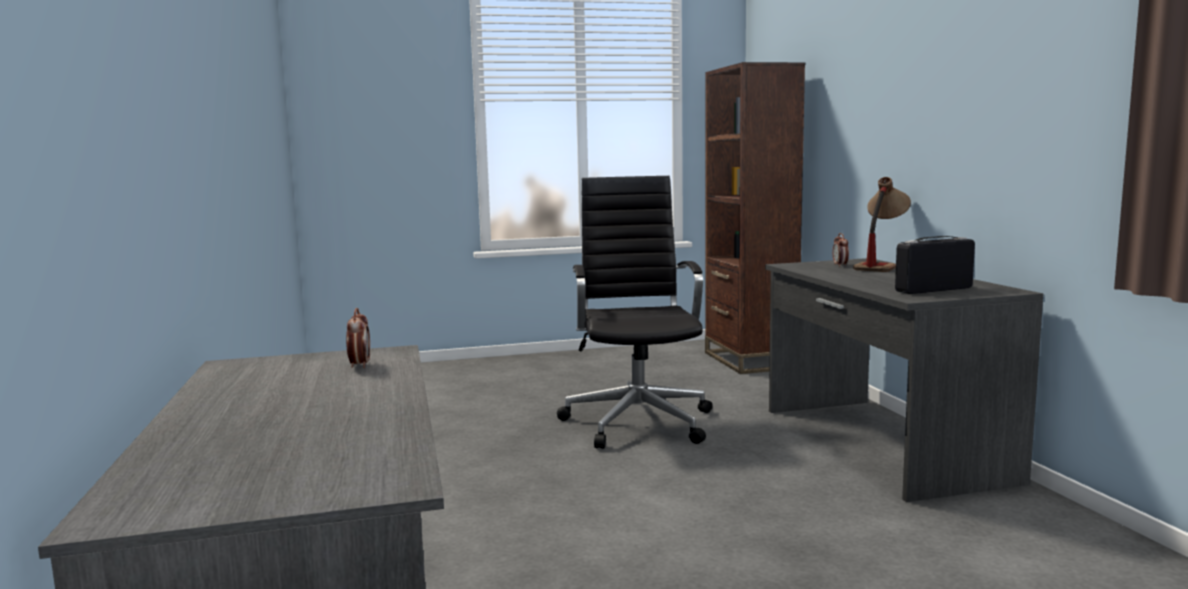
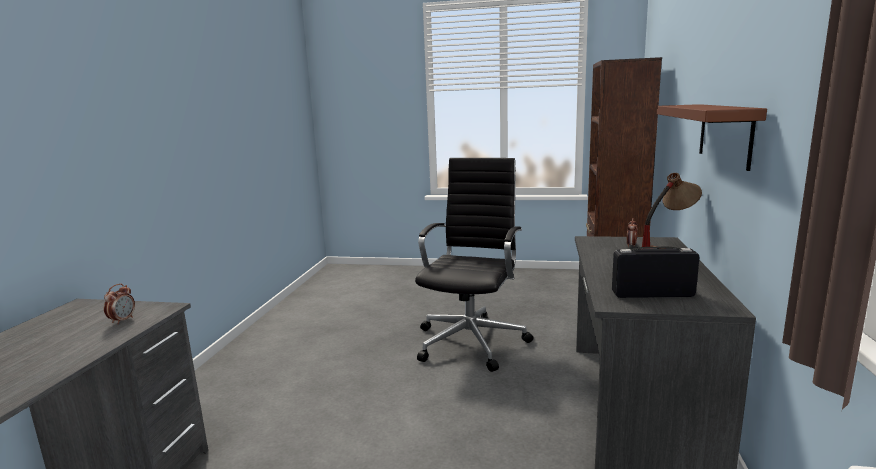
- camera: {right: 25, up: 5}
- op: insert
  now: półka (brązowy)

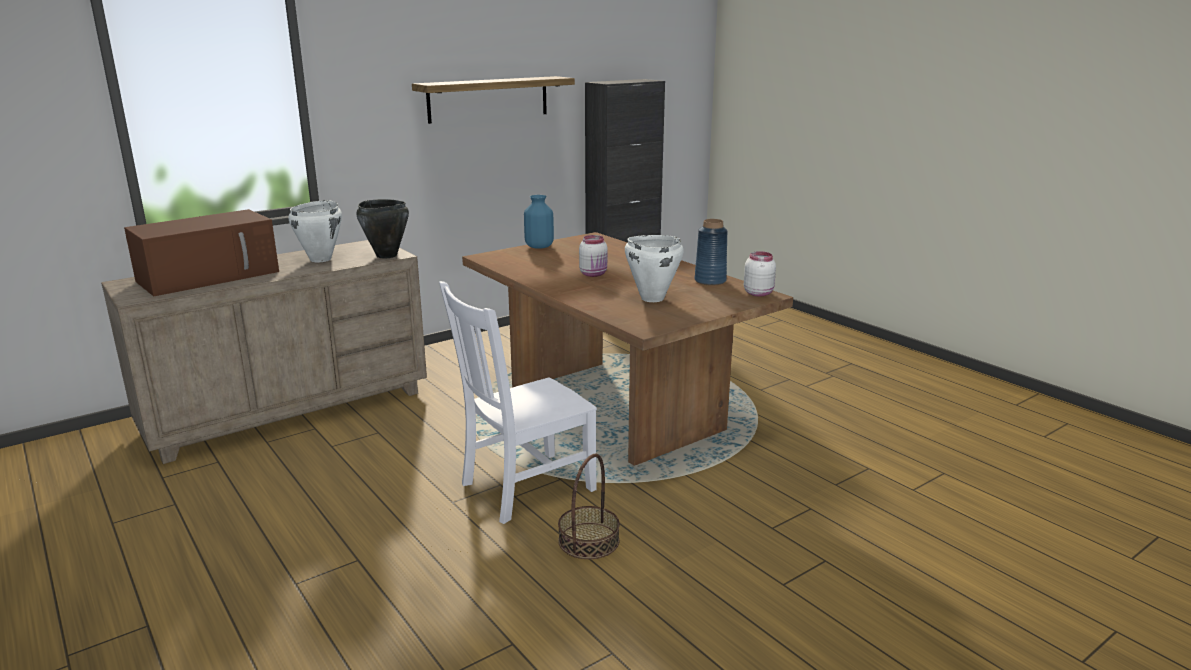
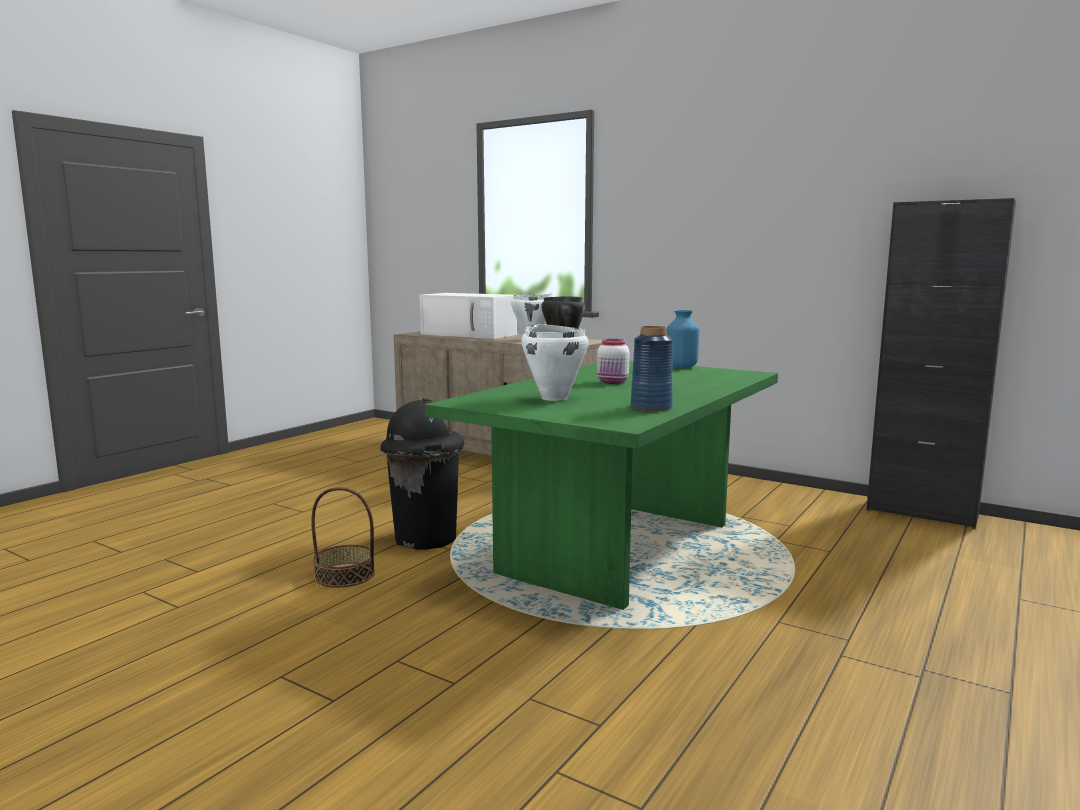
- camera: {right: 70, up: -10}
- op: replace
  was: krzesło (biały)
  now: kosz na śmieci (czarny)
- op: recolor
  was: mikrofalówka (brązowy)
  now: mikrofalówka (biały)
- op: recolor
  was: stół jadalny (brązowy)
  now: stół jadalny (zielony)
- op: delete
  was: półka
- op: delete
  was: słoik (biały) (2nd from left)

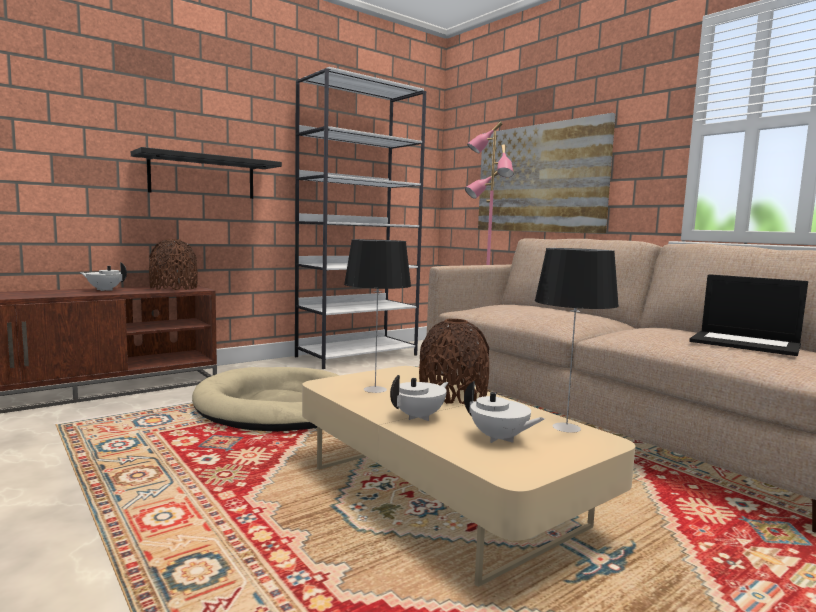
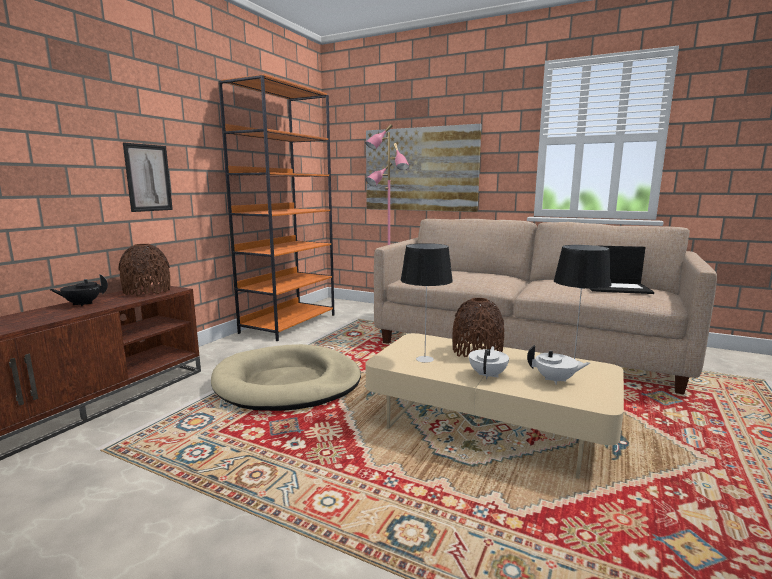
- camera: {right: -25, up: 5}
- op: recolor
  was: imbryk (biały) (1st from left)
  now: imbryk (czarny)
- op: replace
  was: półka (czarny)
  now: obraz (1st from left)
- op: recolor
  was: regał (biały)
  now: regał (pomarańczowy)

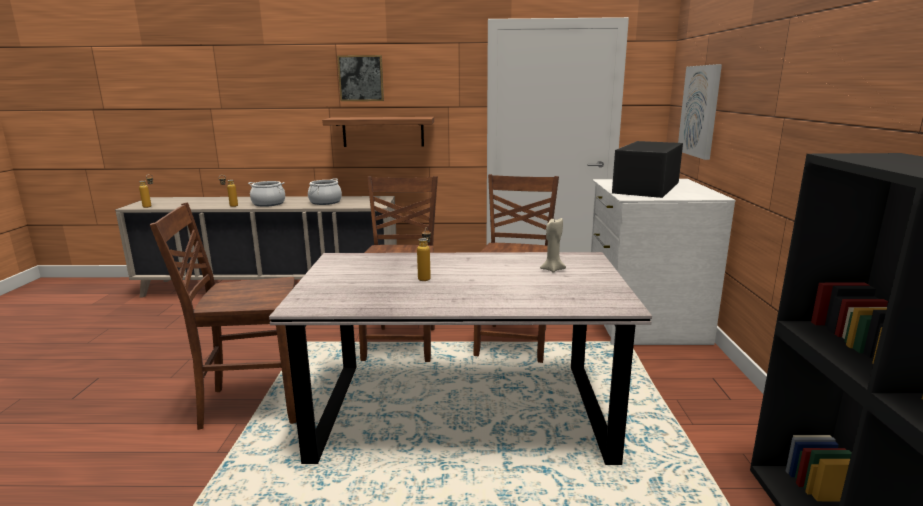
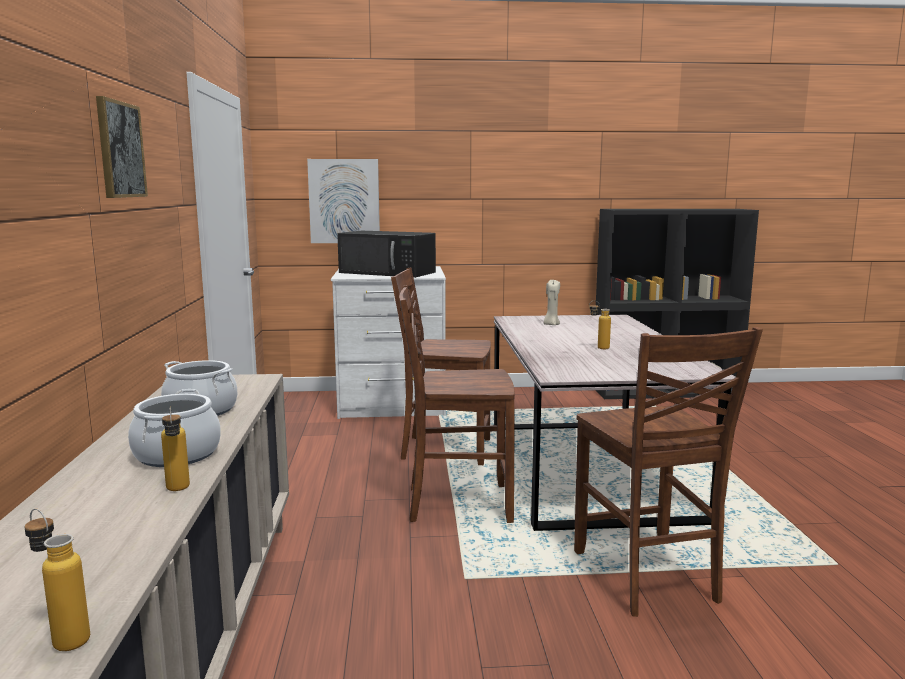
- camera: {right: -95, up: -5}
- op: delete
  was: półka

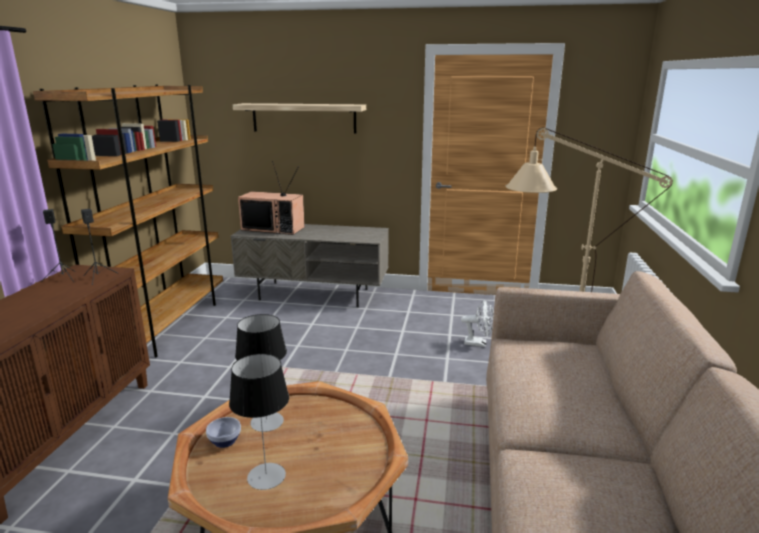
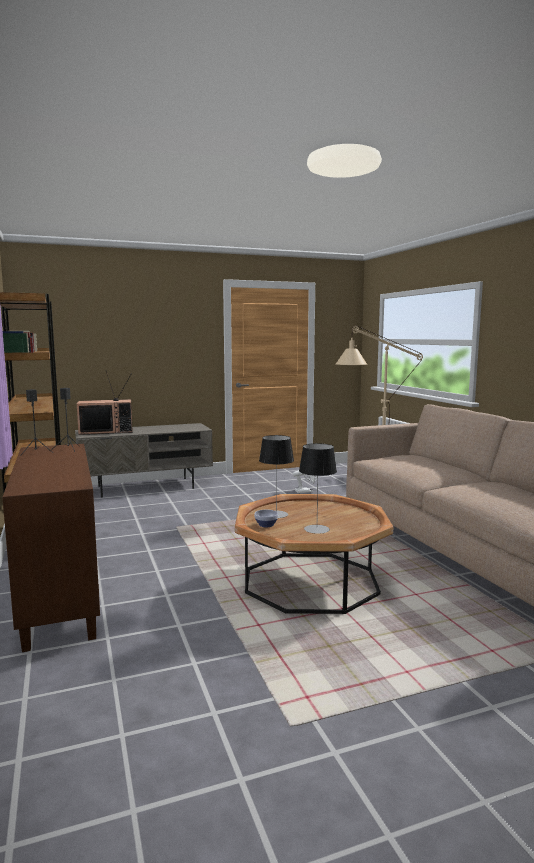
- camera: {right: -30, up: -10}
- op: delete
  was: półka

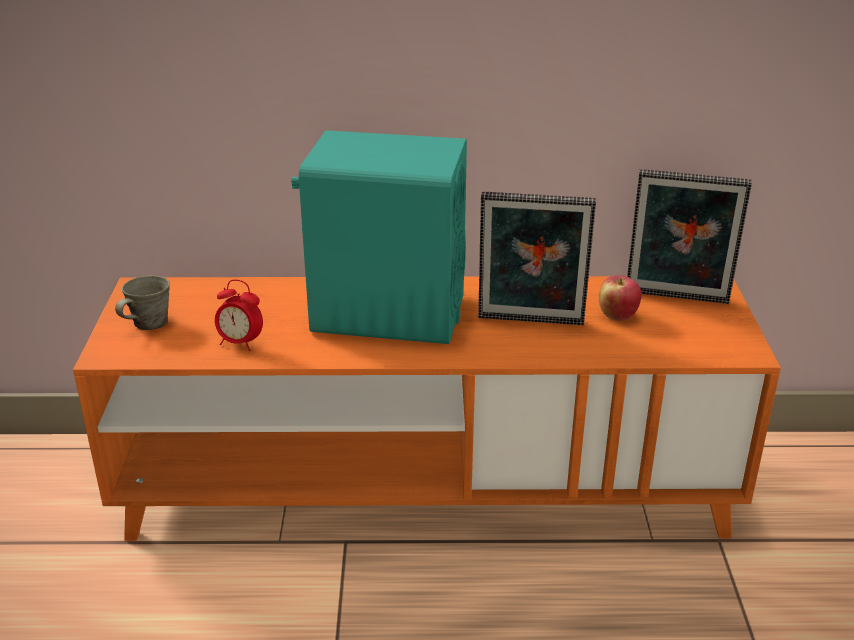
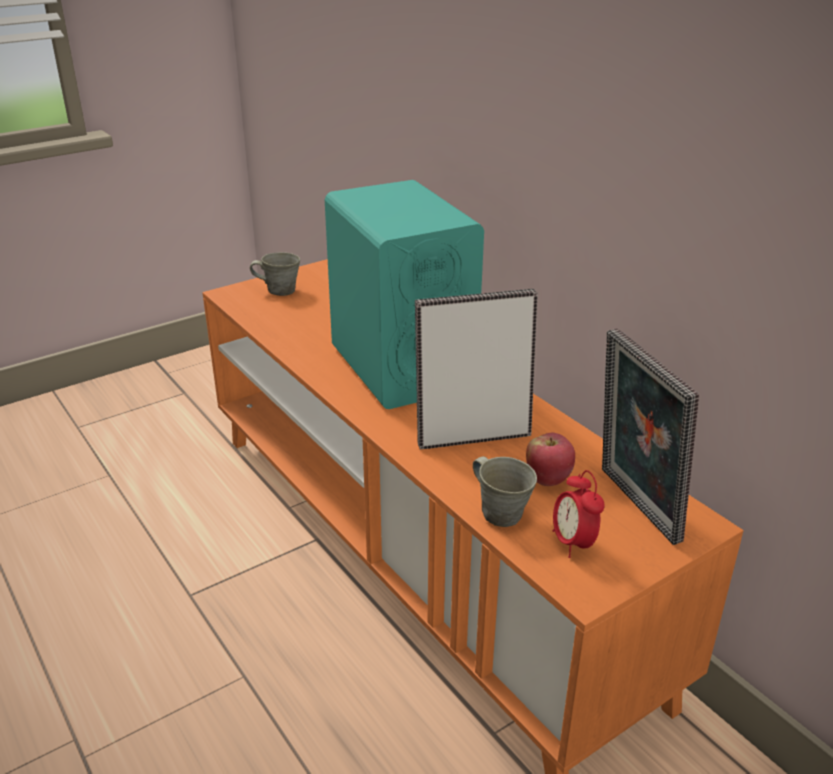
- camera: {right: 55, up: 0}
- op: rotate
  was: ramka na zdjęcie (1st from left)
  clockwise: 105
- op: insert
  now: kubek (szary) (2nd from left)
- op: move
  was: budzik

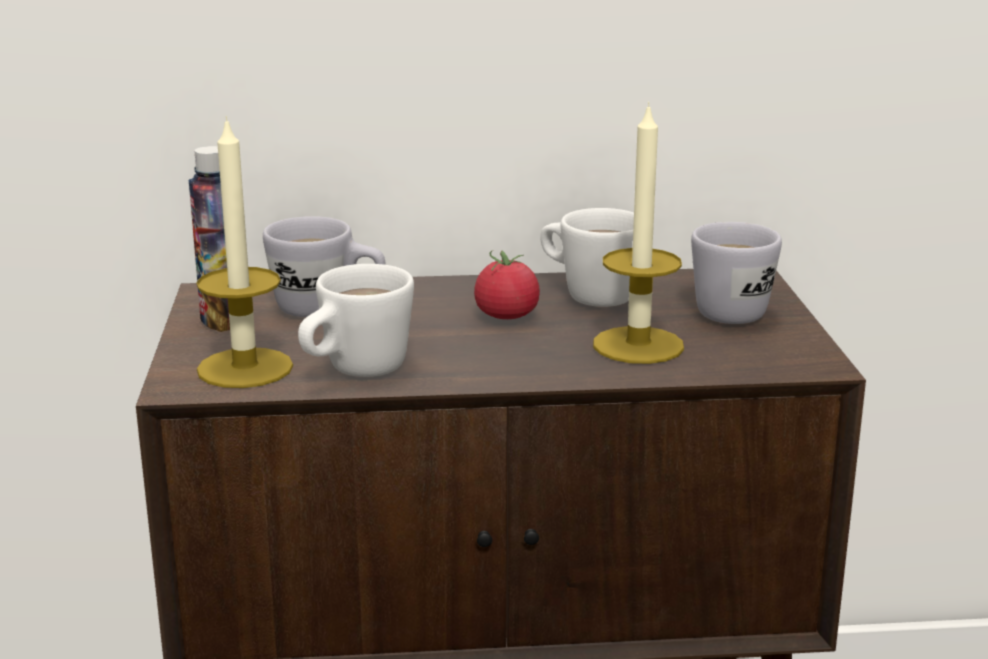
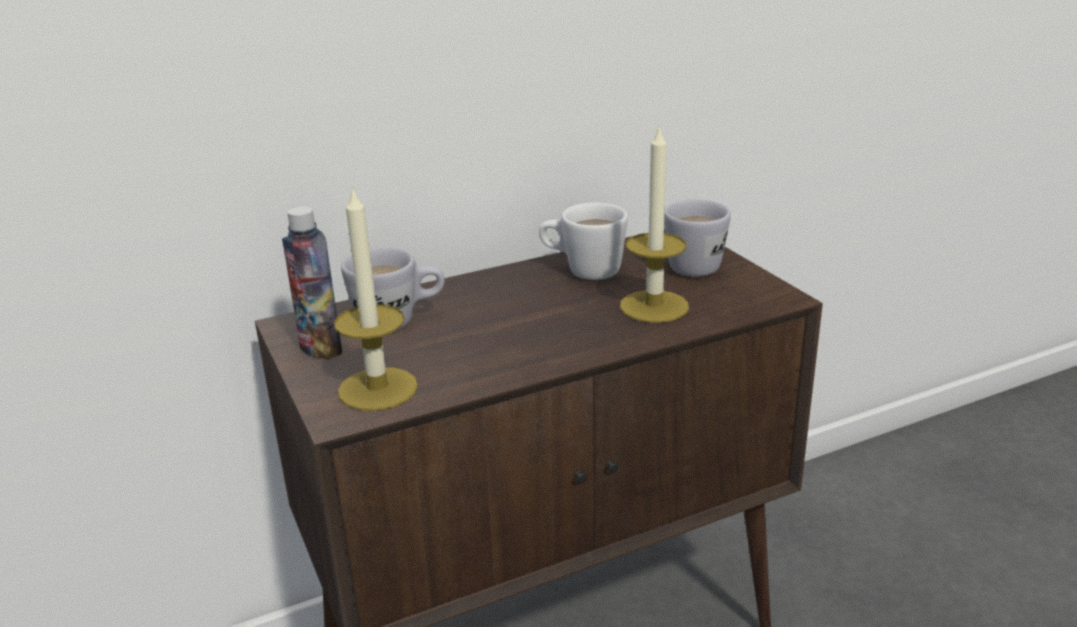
- camera: {right: -20, up: 5}
- op: delete
  was: kubek (biały) (2nd from left)
- op: delete
  was: pomidor

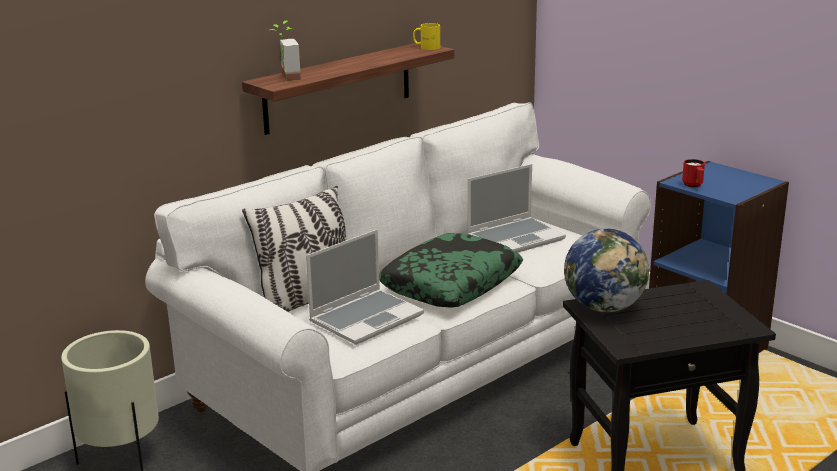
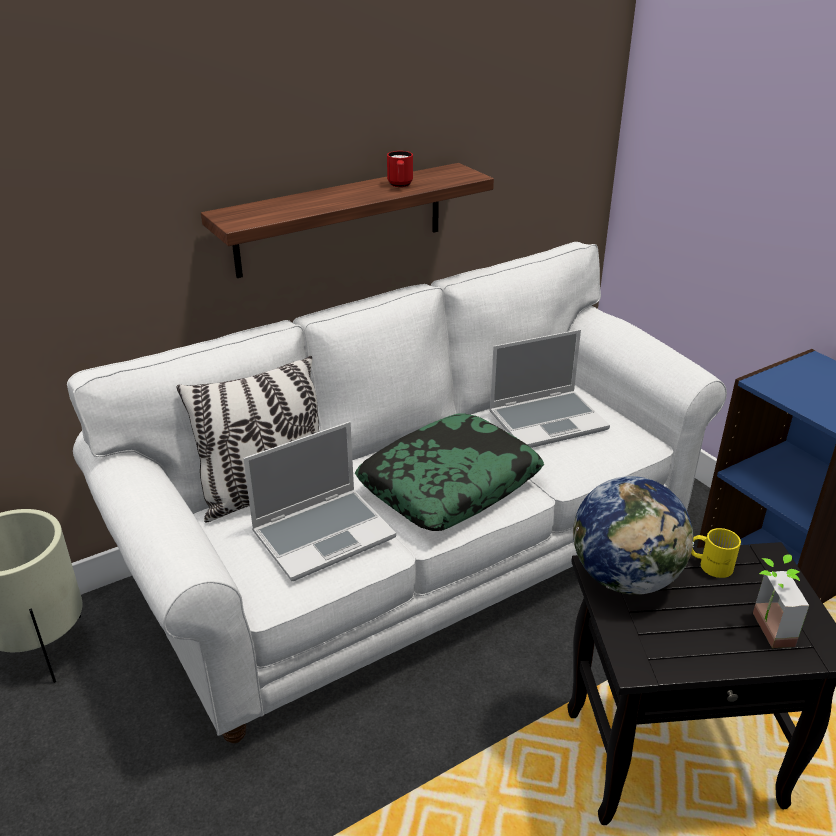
- camera: {right: 10, up: 10}
- op: move
  was: kubek (czerwony)
- op: move
  was: kubek (żółty)
- op: move
  was: roślina doniczkowa

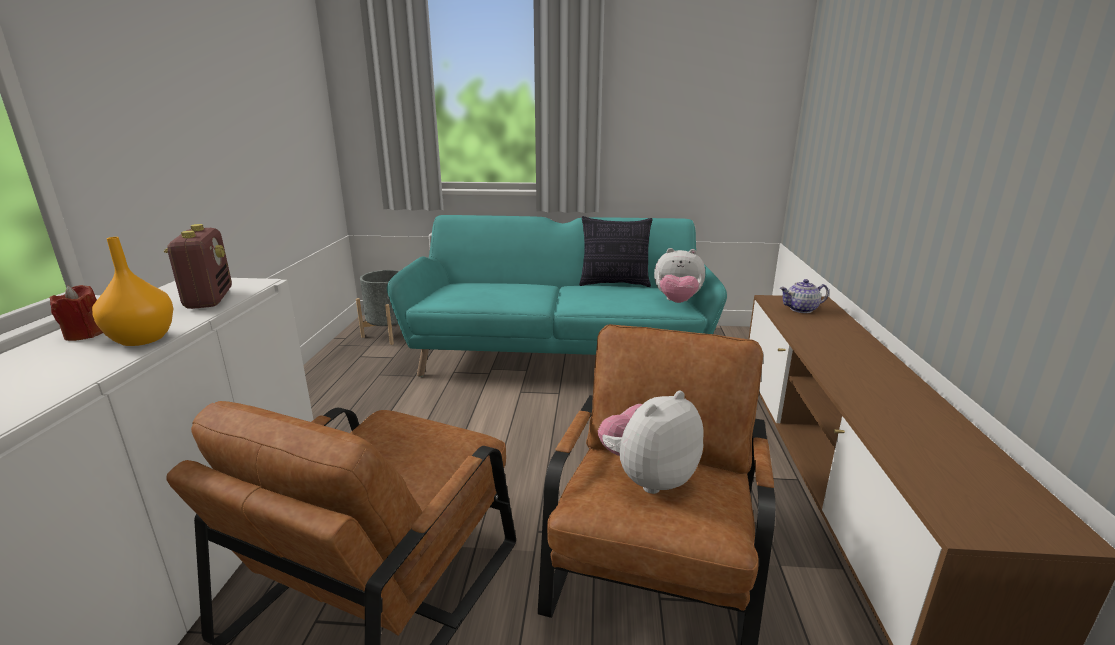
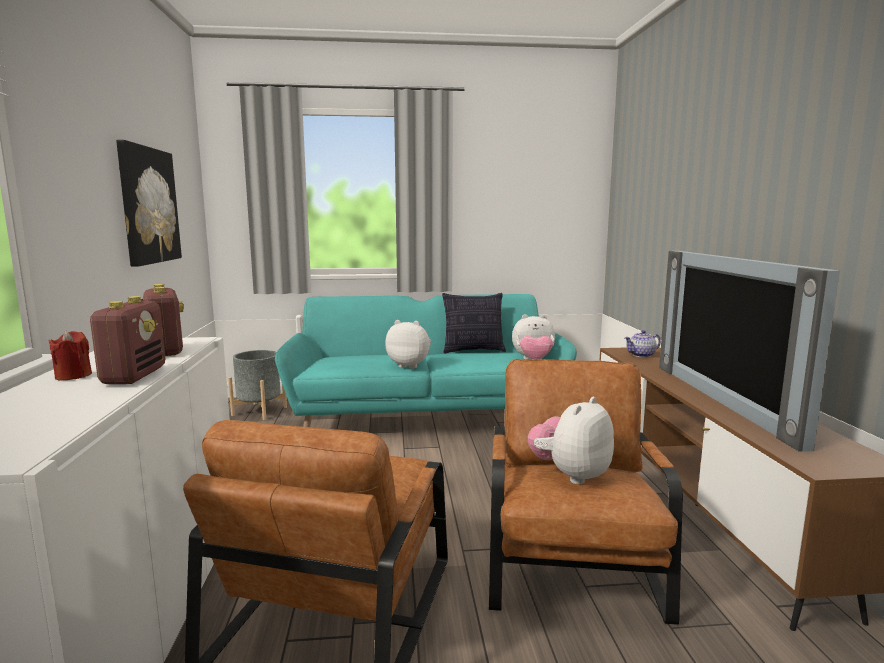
- camera: {right: -10, up: -10}
- op: replace
  was: wazon (pomarańczowy)
  now: radio (1st from left)
- op: insert
  now: obraz
- op: insert
  now: pluszak (1st from left)
- op: insert
  now: telewizor

